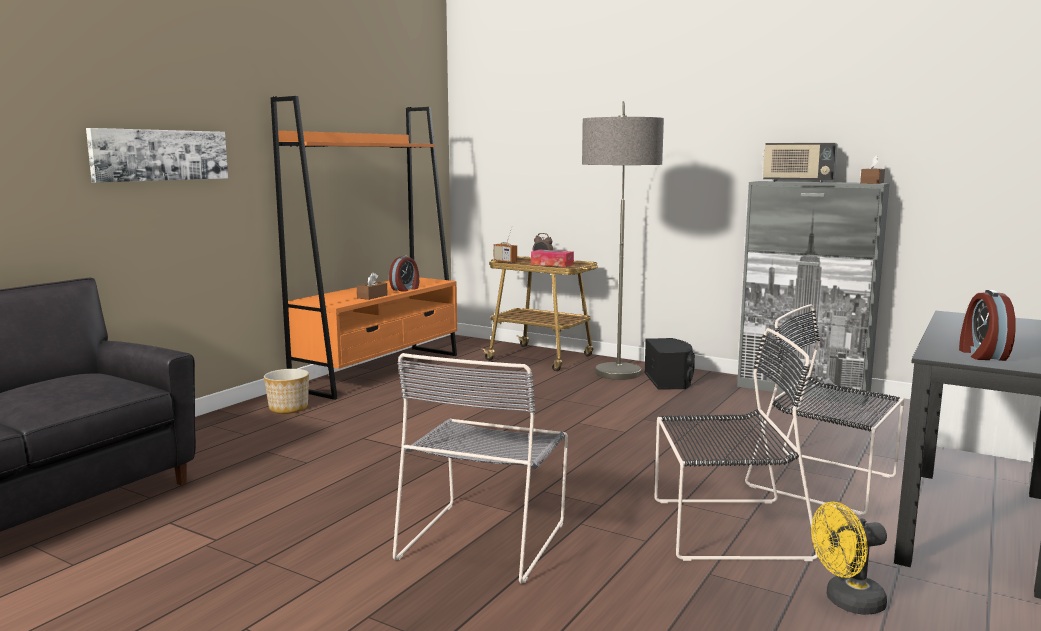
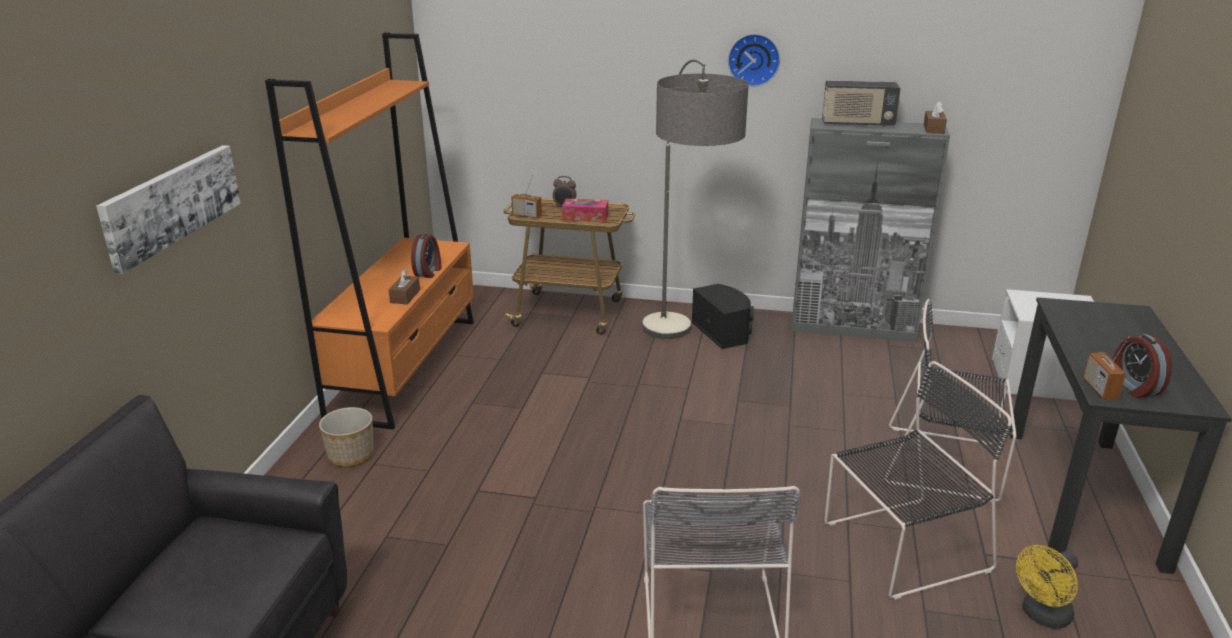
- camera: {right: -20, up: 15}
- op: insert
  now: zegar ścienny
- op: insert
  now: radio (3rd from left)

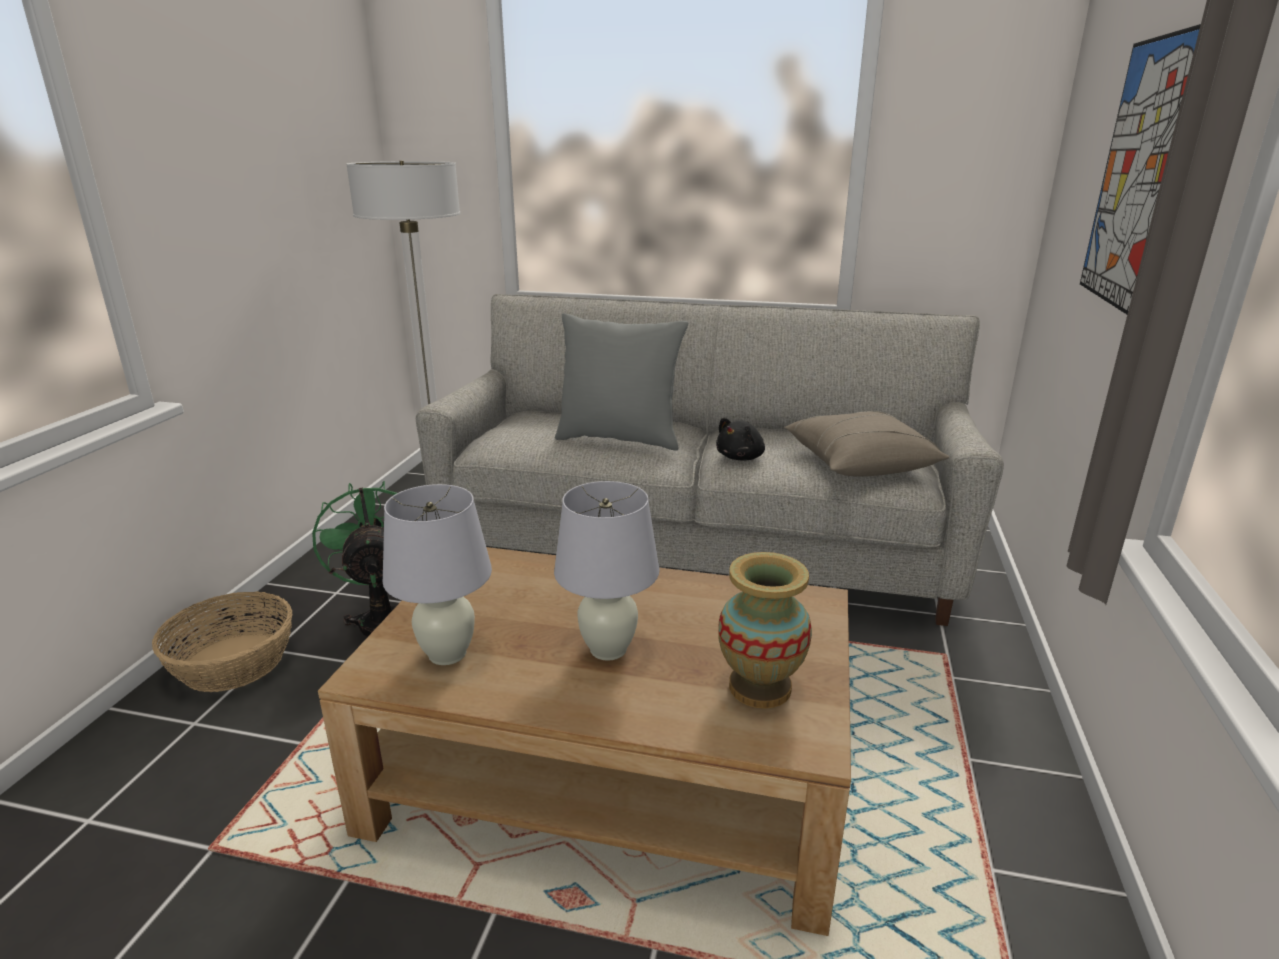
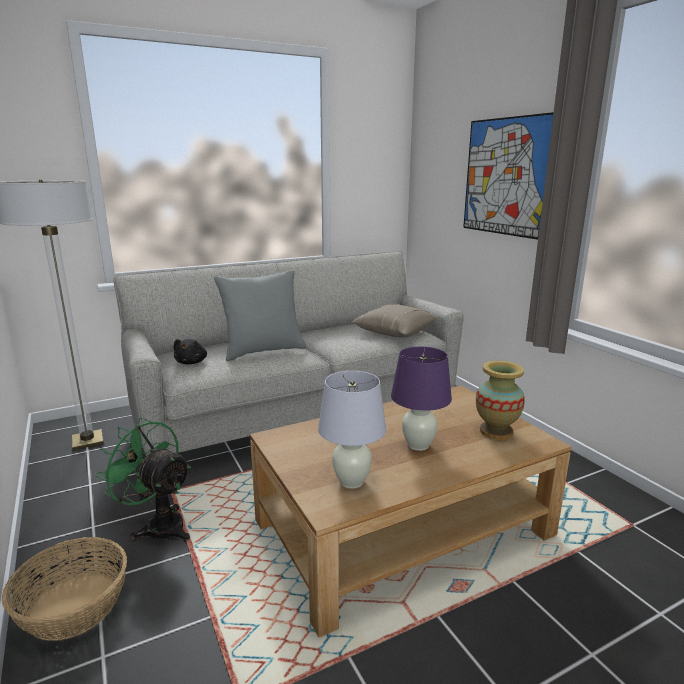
- camera: {right: -40, up: -5}
- op: move
  was: pluszak (czarny)
- op: recolor
  was: lampa stołowa (biały) (2nd from left)
  now: lampa stołowa (fioletowy)

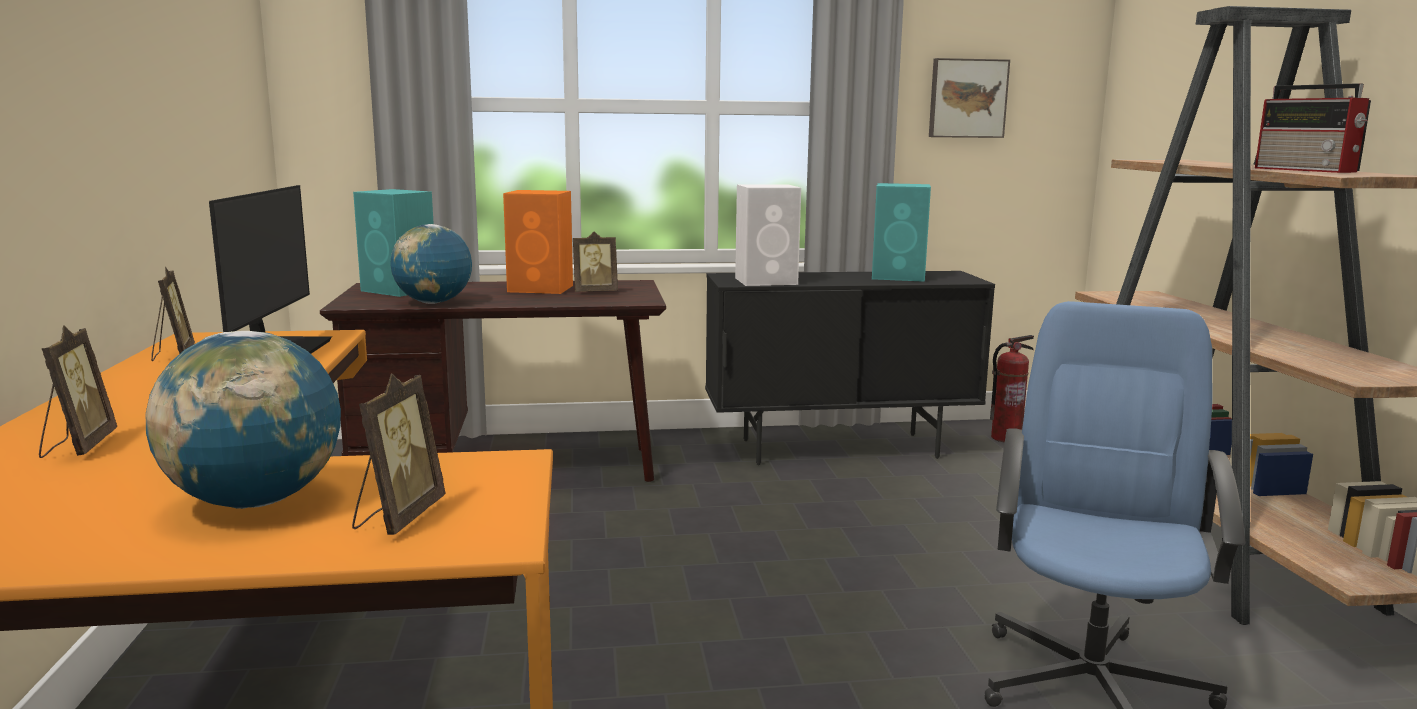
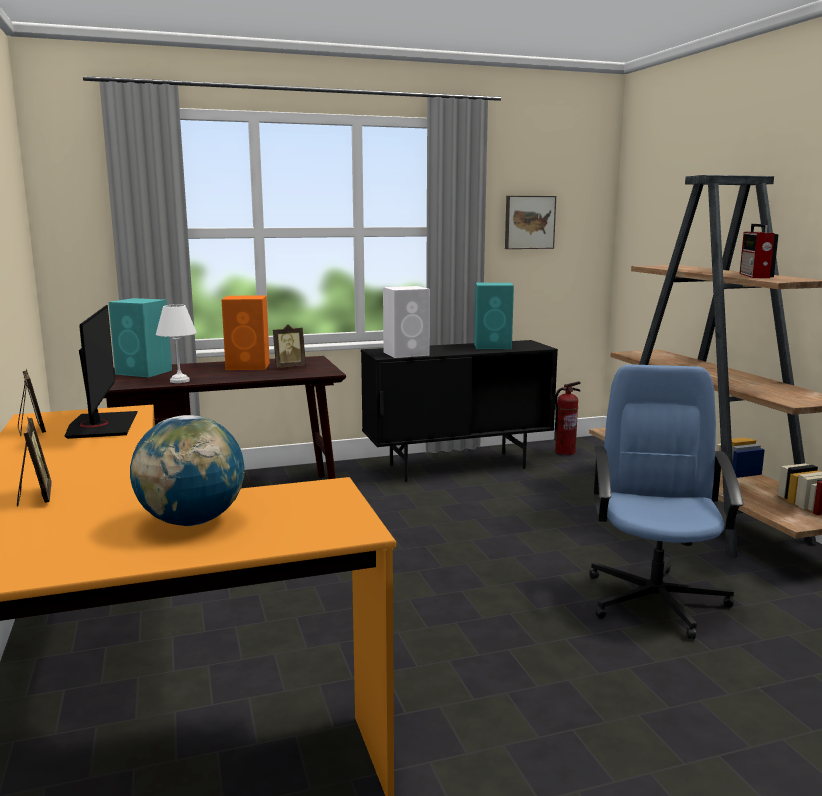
- camera: {right: -10, up: 0}
- op: replace
  was: globus (2nd from left)
  now: lampa stołowa (biały)
- op: rotate
  was: radio
  clockwise: 45
- op: delete
  was: ramka na zdjęcie (3rd from left)

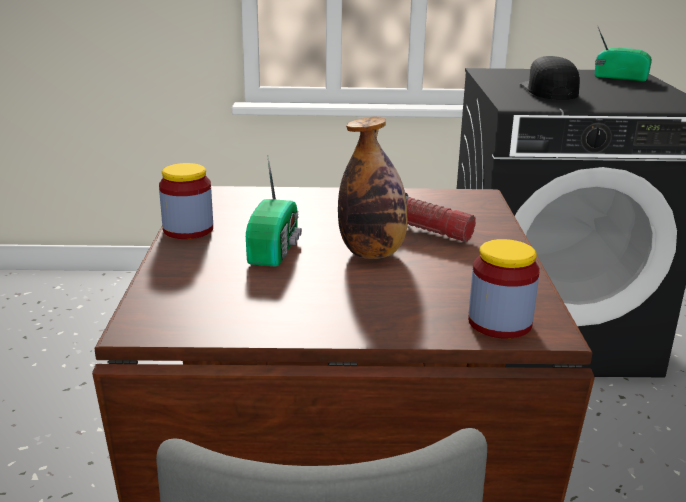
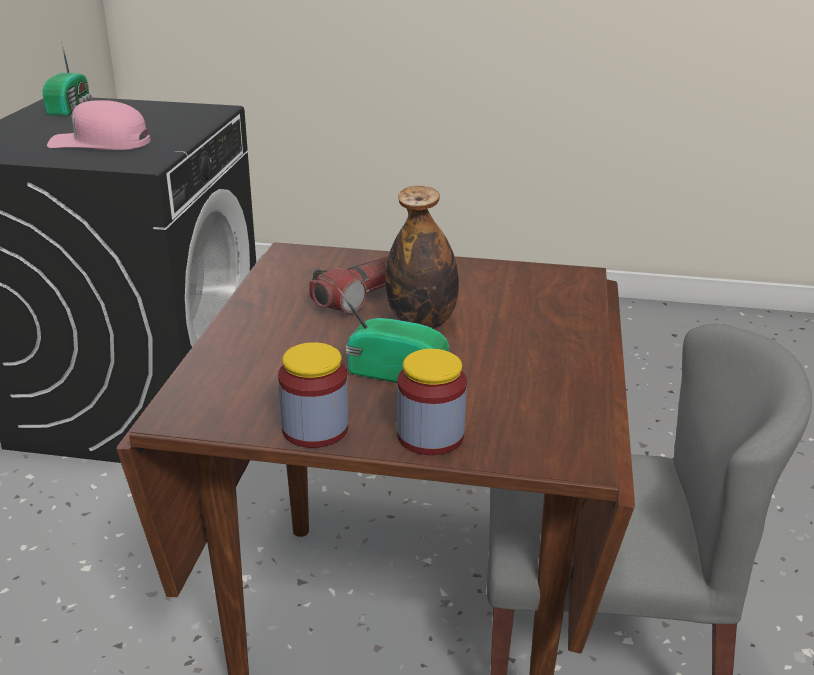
- camera: {right: -80, up: 5}
- op: rotate
  was: radio (2nd from left in the first image)
  clockwise: 150
- op: recolor
  was: czapka z daszkiem (czarny)
  now: czapka z daszkiem (różowy)
- op: move
  was: słoik (2nd from left)

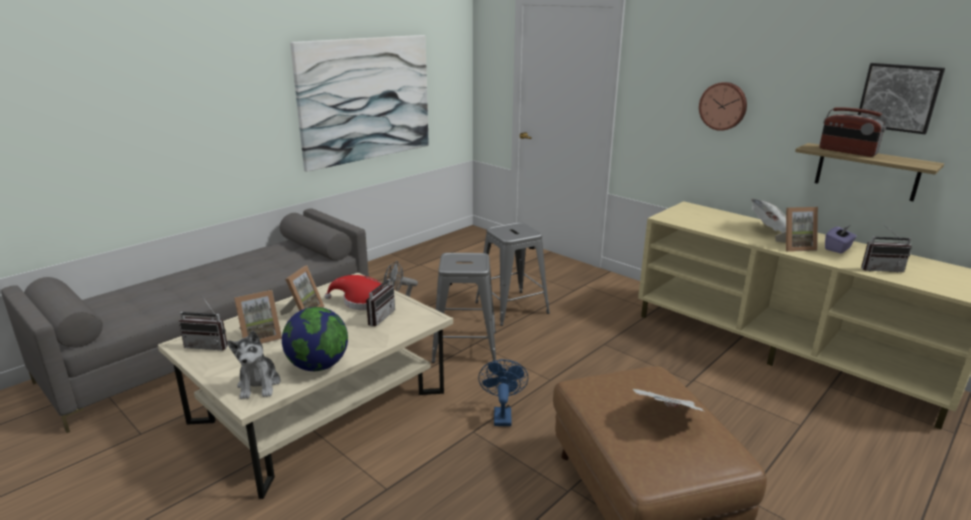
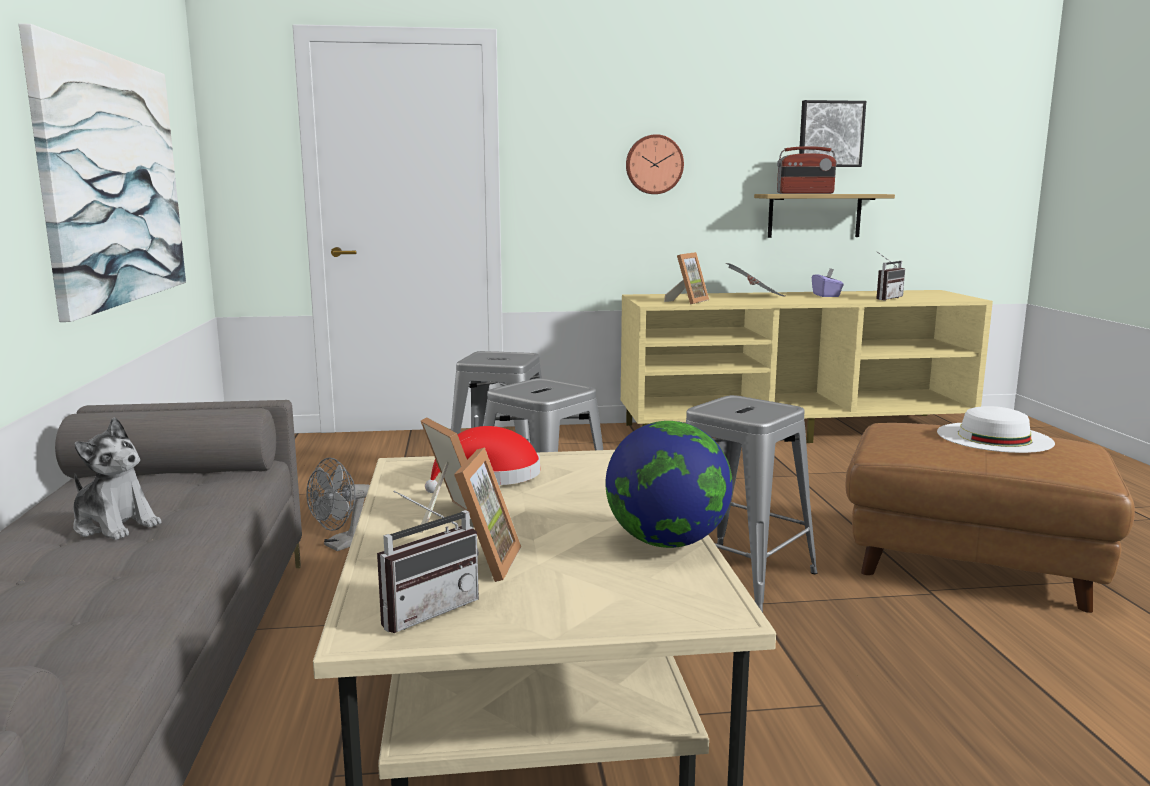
- camera: {right: -50, up: -10}
- op: move
  was: pluszak
- op: move
  was: ramka na zdjęcie (3rd from left)
- op: replace
  was: wentylator (niebieski)
  now: stołek (szary) (3rd from left)
- op: replace
  was: gazeta (1st from left)
  now: kapelusz (biały)
- op: delete
  was: radio (2nd from left)

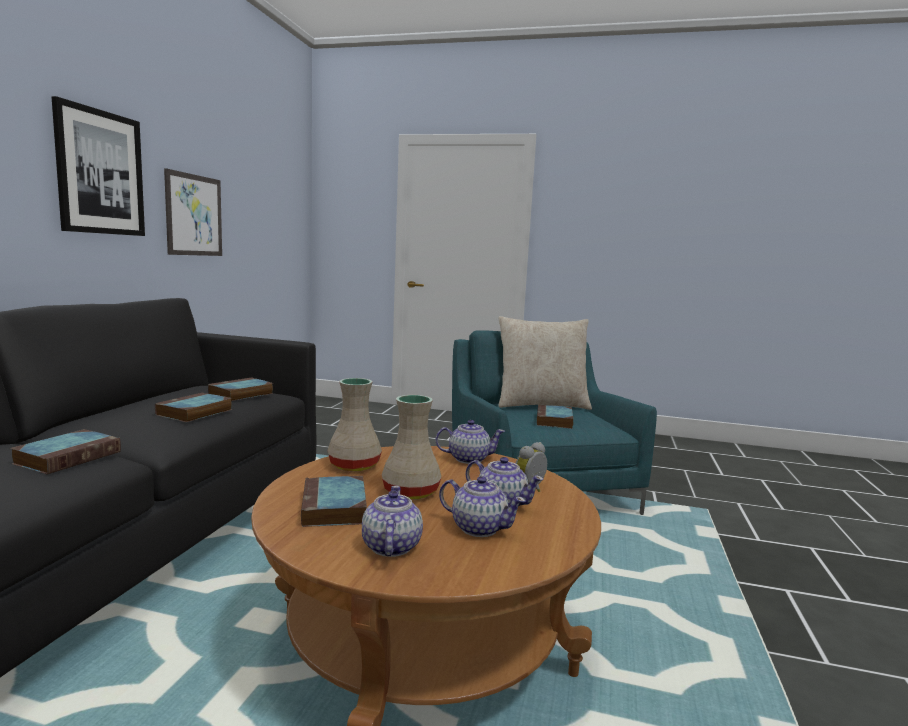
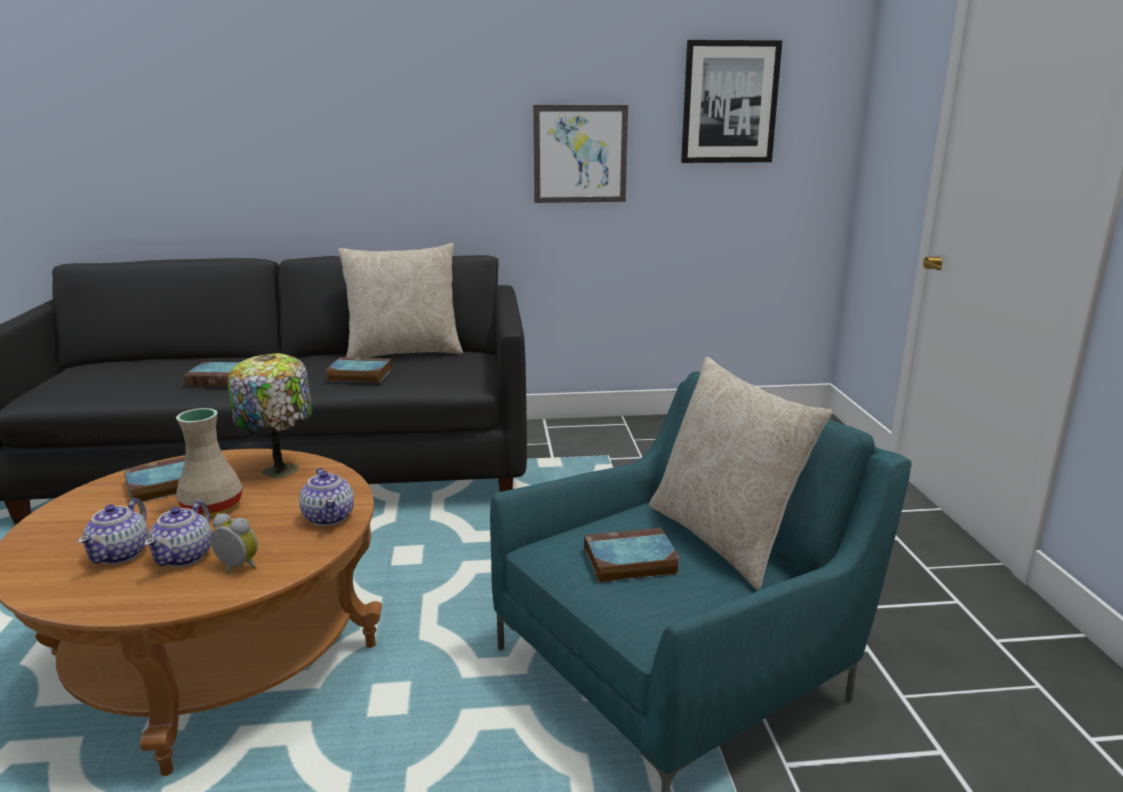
- camera: {right: 70, up: 10}
- op: replace
  was: wazon (beżowy) (1st from left)
  now: lampa stołowa
- op: insert
  now: poduszka (beżowy) (1st from left)
- op: move
  was: obraz (1st from left in the first image)
  now: obraz (2nd from left)
- op: delete
  was: książka (3rd from left)
- op: delete
  was: imbryk (1st from left)

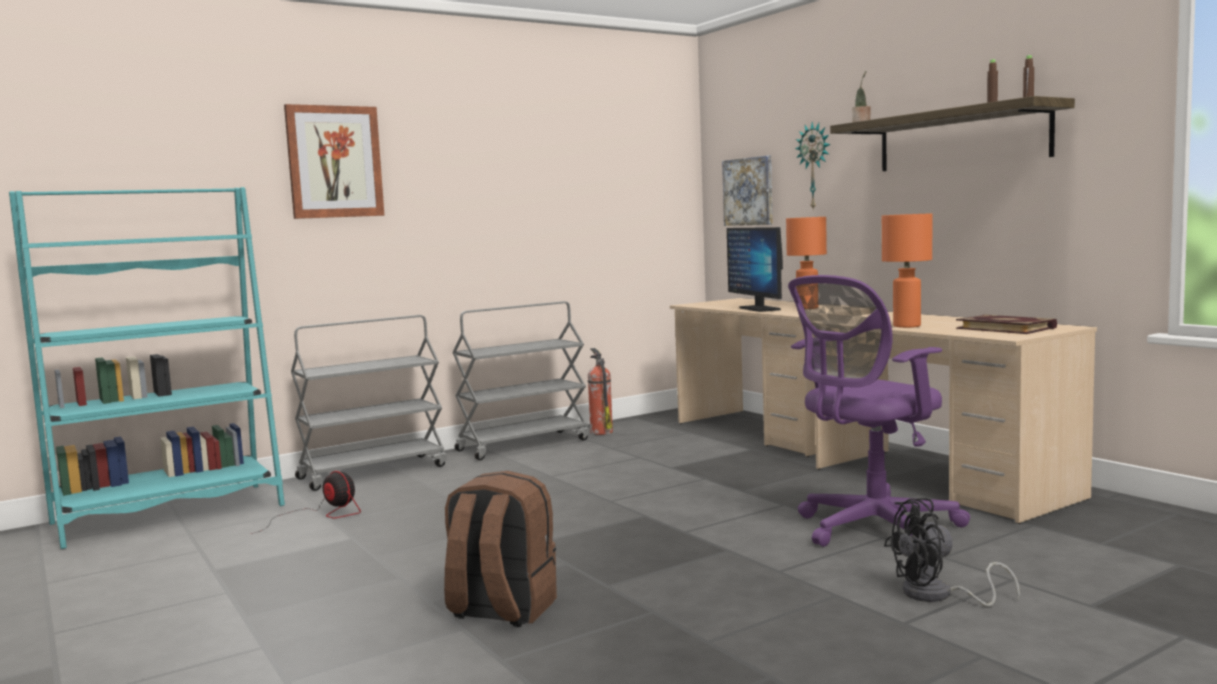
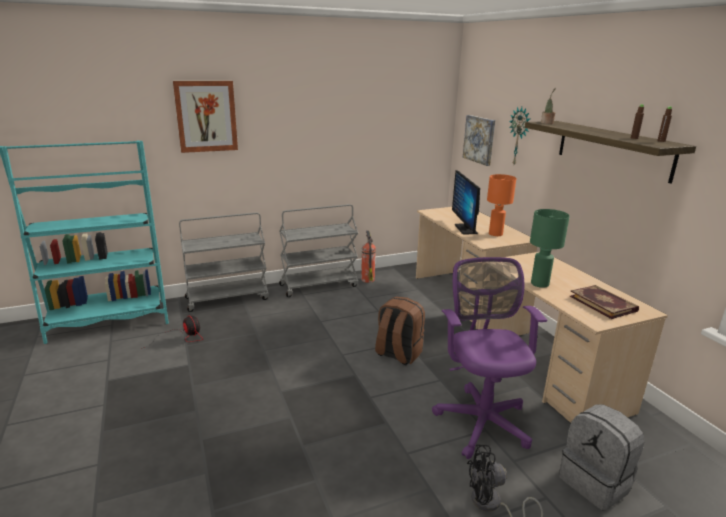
- camera: {right: 10, up: 15}
- op: move
  was: plecak (brązowy)
- op: rotate
  was: krzesło biurowe (fioletowy)
  clockwise: 105
- op: recolor
  was: lampa stołowa (pomarańczowy) (2nd from left)
  now: lampa stołowa (zielony)
- op: insert
  now: plecak (szary)

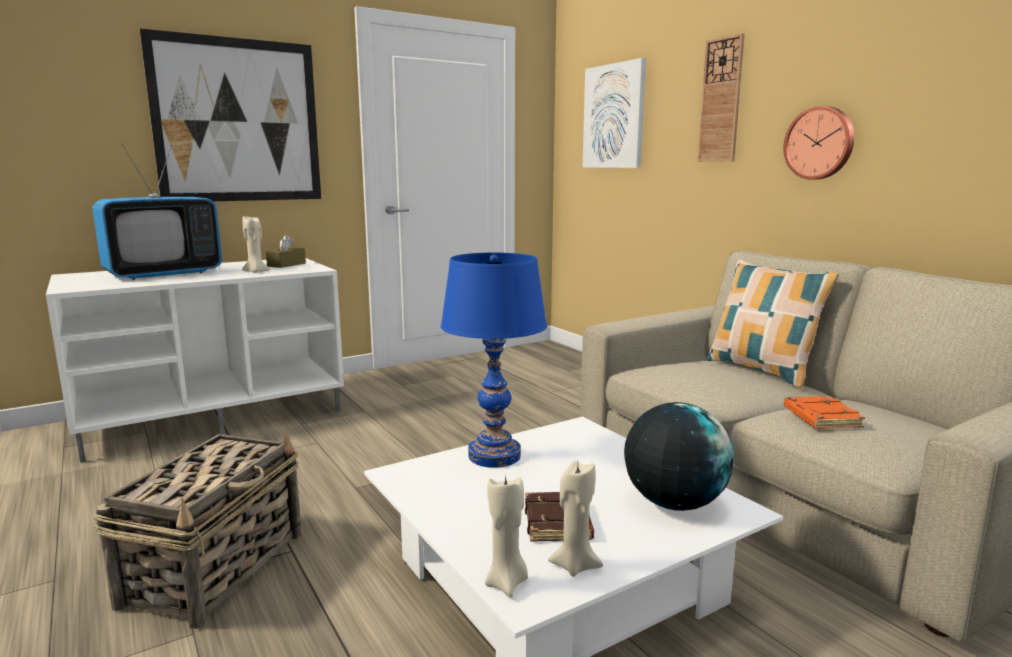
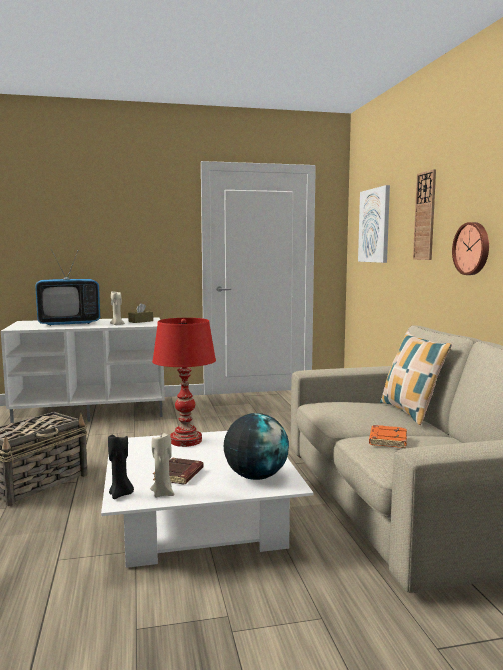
- camera: {right: 20, up: -5}
- op: recolor
  was: świeca (beżowy) (2nd from left)
  now: świeca (czarny)
- op: recolor
  was: lampa stołowa (niebieski)
  now: lampa stołowa (czerwony)
- op: delete
  was: obraz (1st from left)

